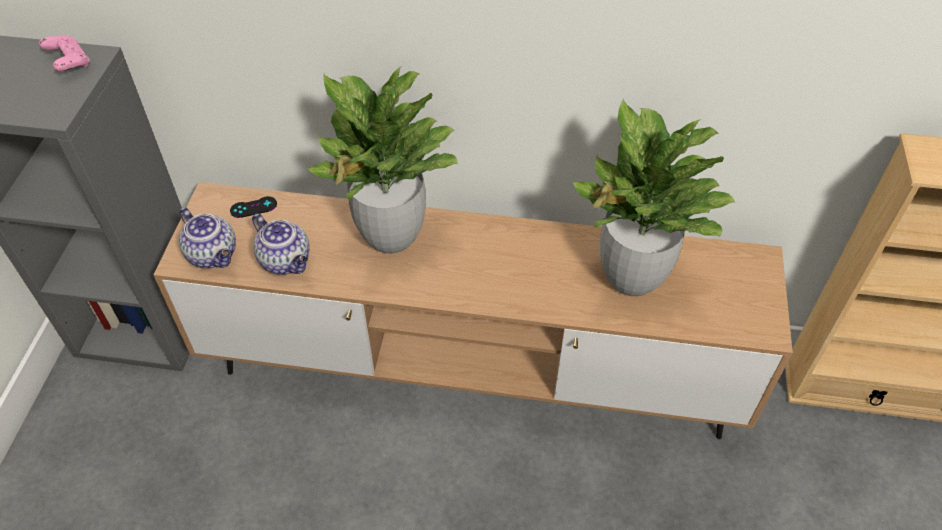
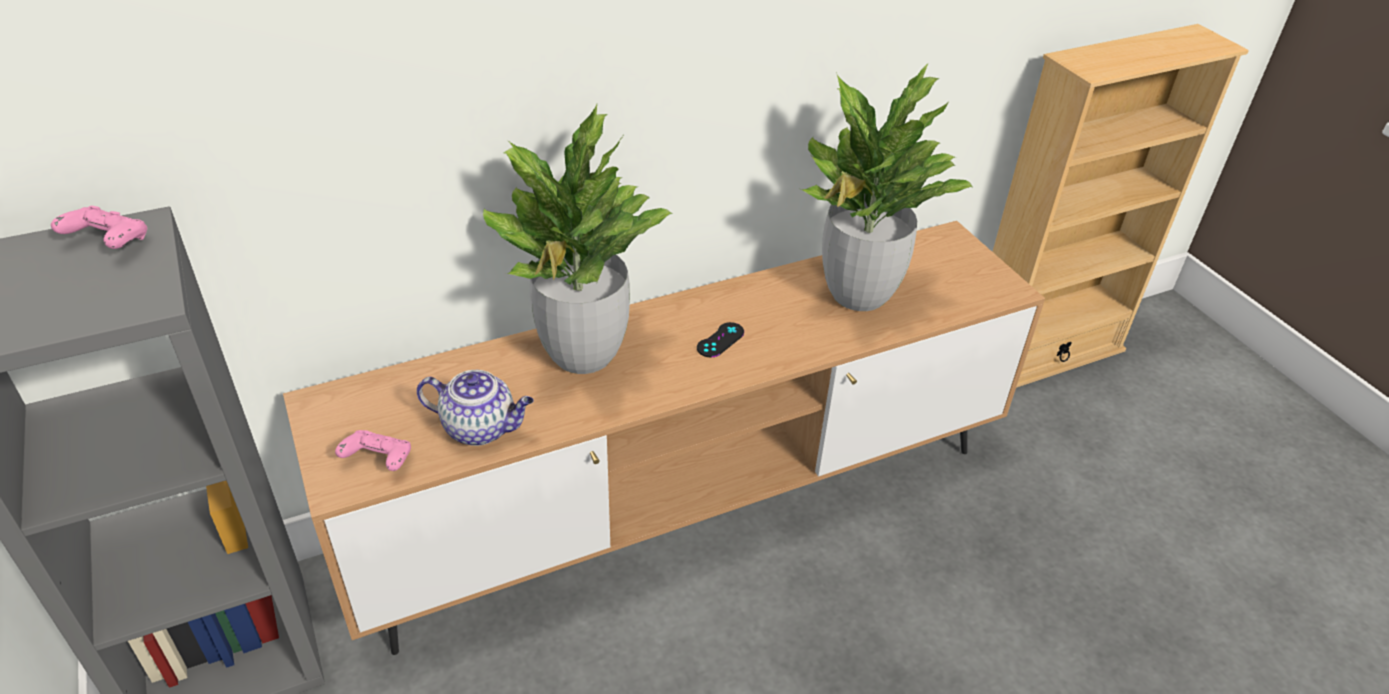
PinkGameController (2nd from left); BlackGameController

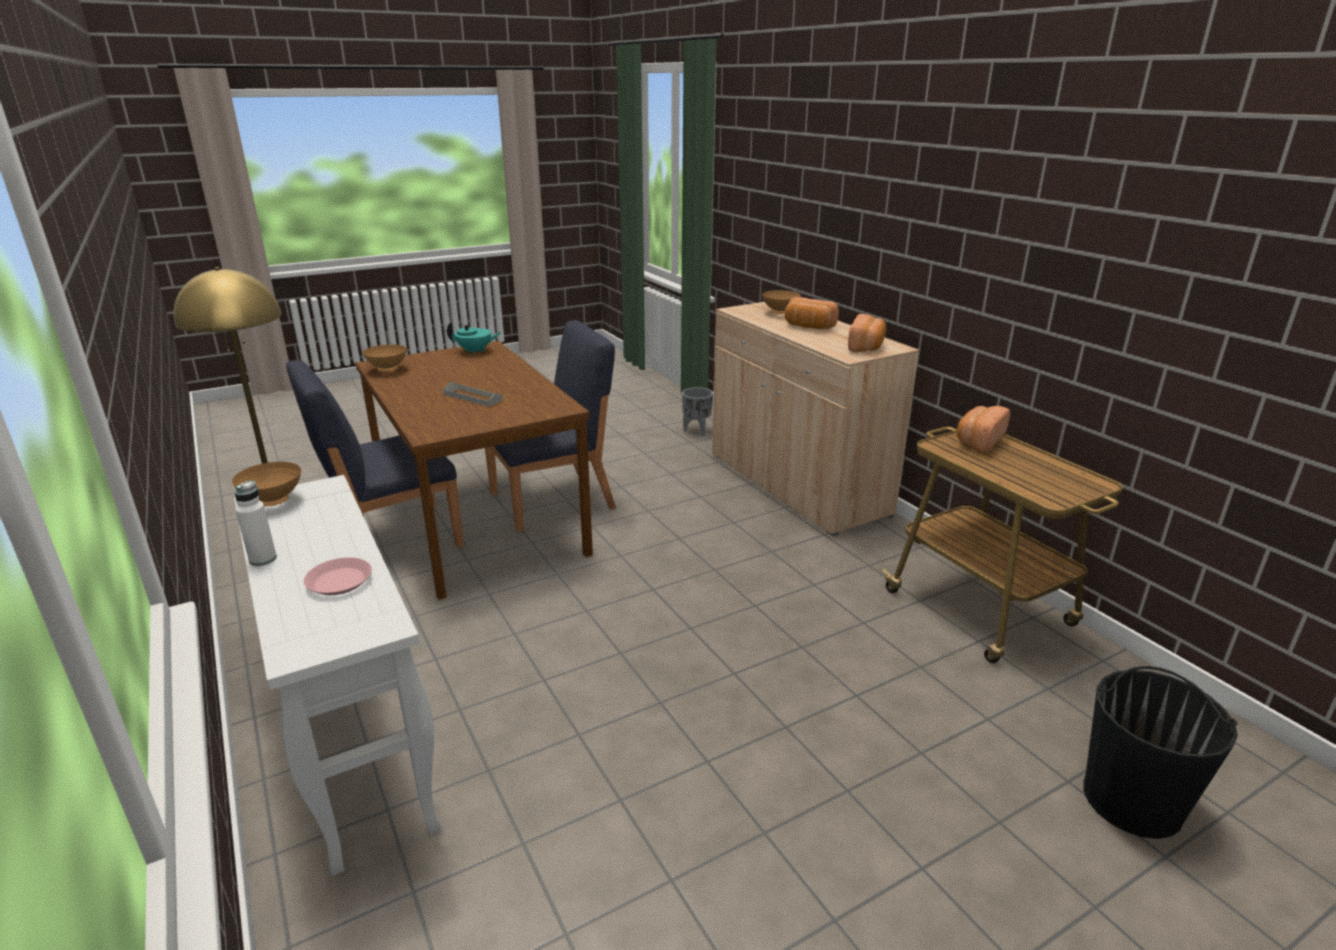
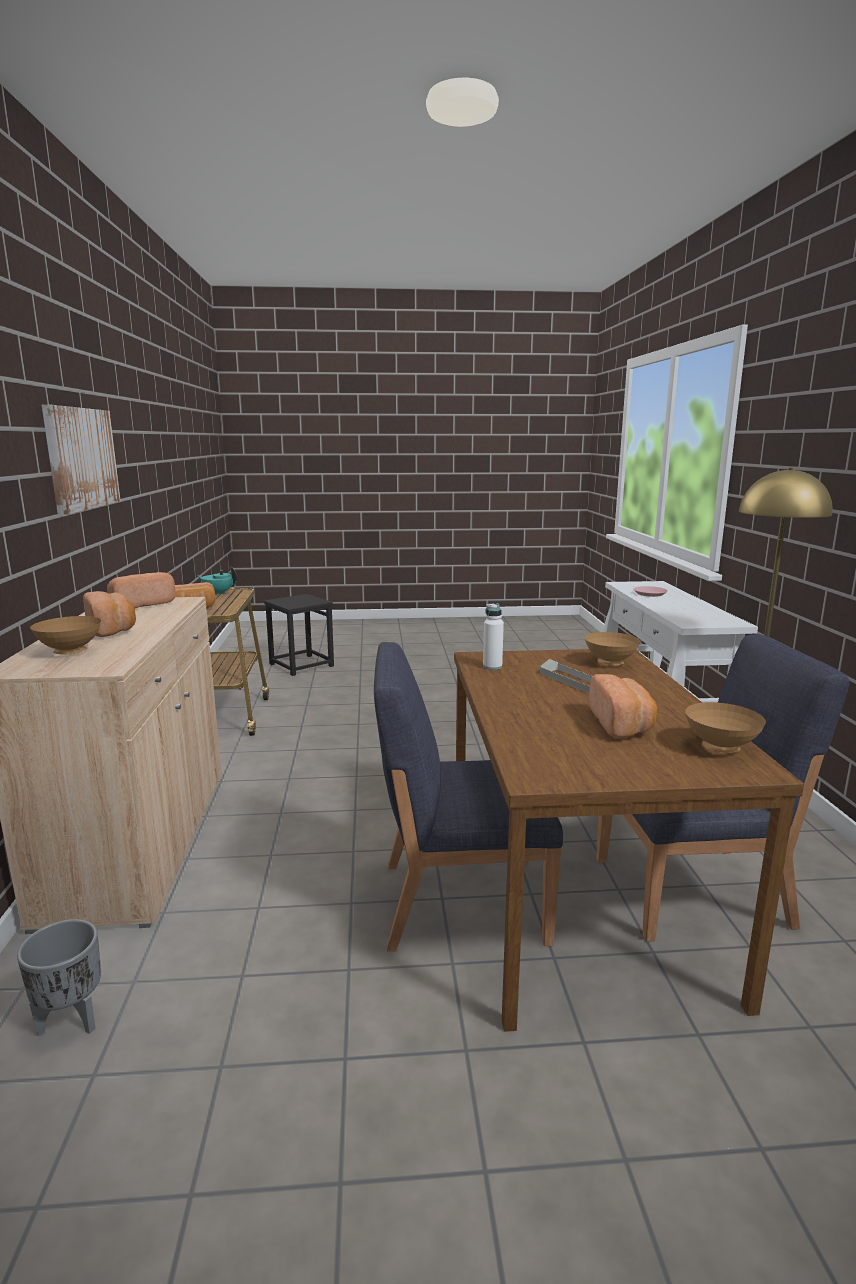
BrownBowl (2nd from left); WhiteBottle; TurquoiseTeapot; BlackStool; Picture; Bread (4th from left)

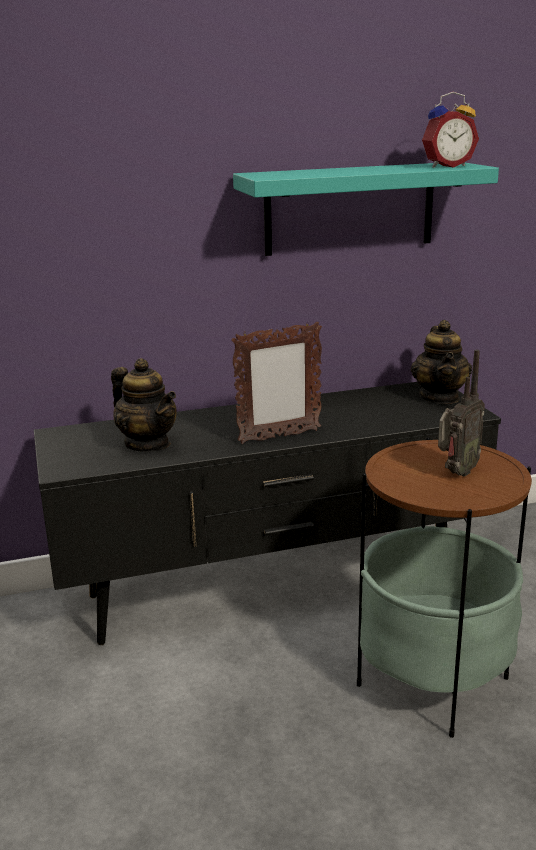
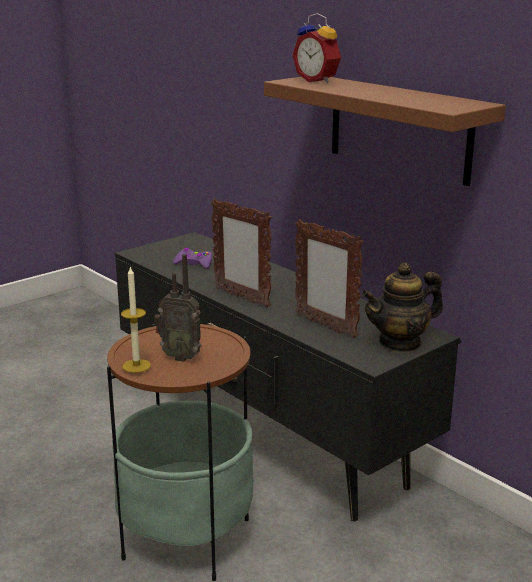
PurpleGameController; BrownShelf; AlarmClock; Candle; PictureFrame (2nd from left)

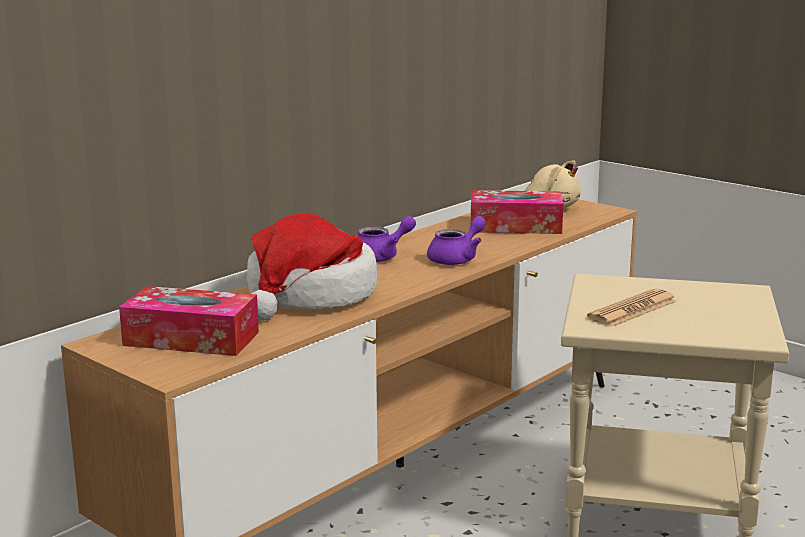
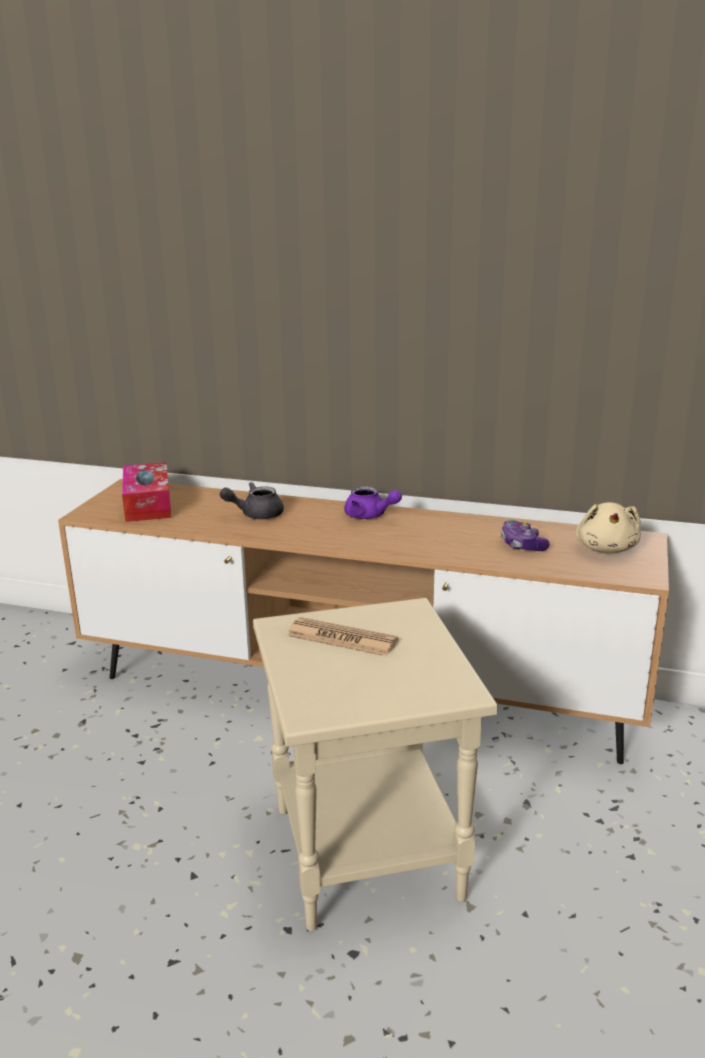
GreyTeapot; PurpleTeapot (2nd from left in the first image); GameController

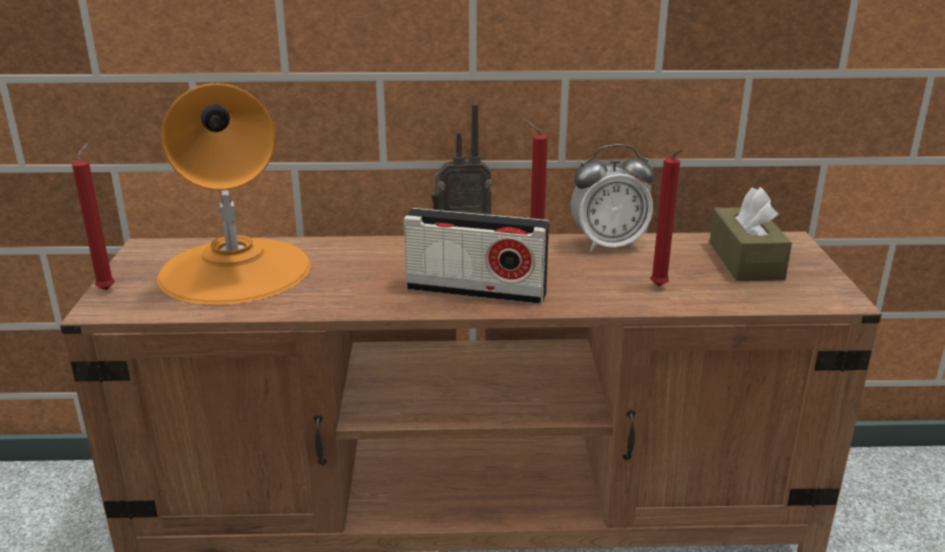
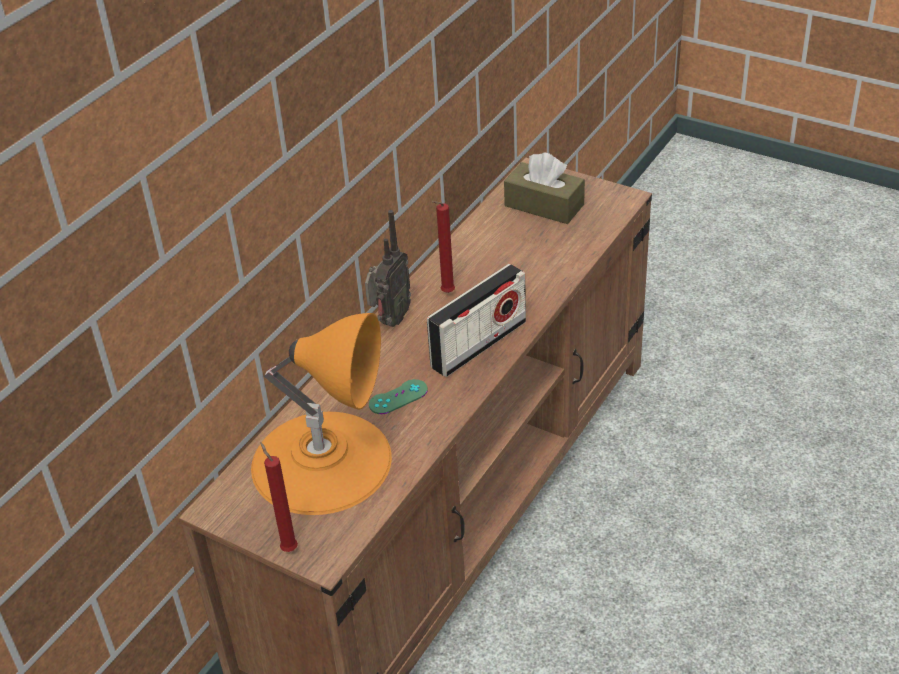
AlarmClock; RedCandle (3rd from left in the first image); GreenGameController

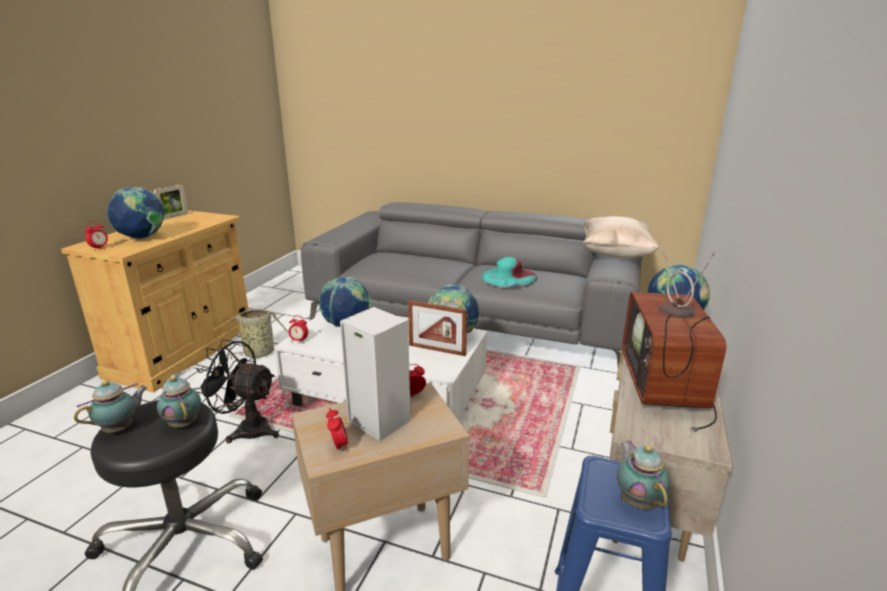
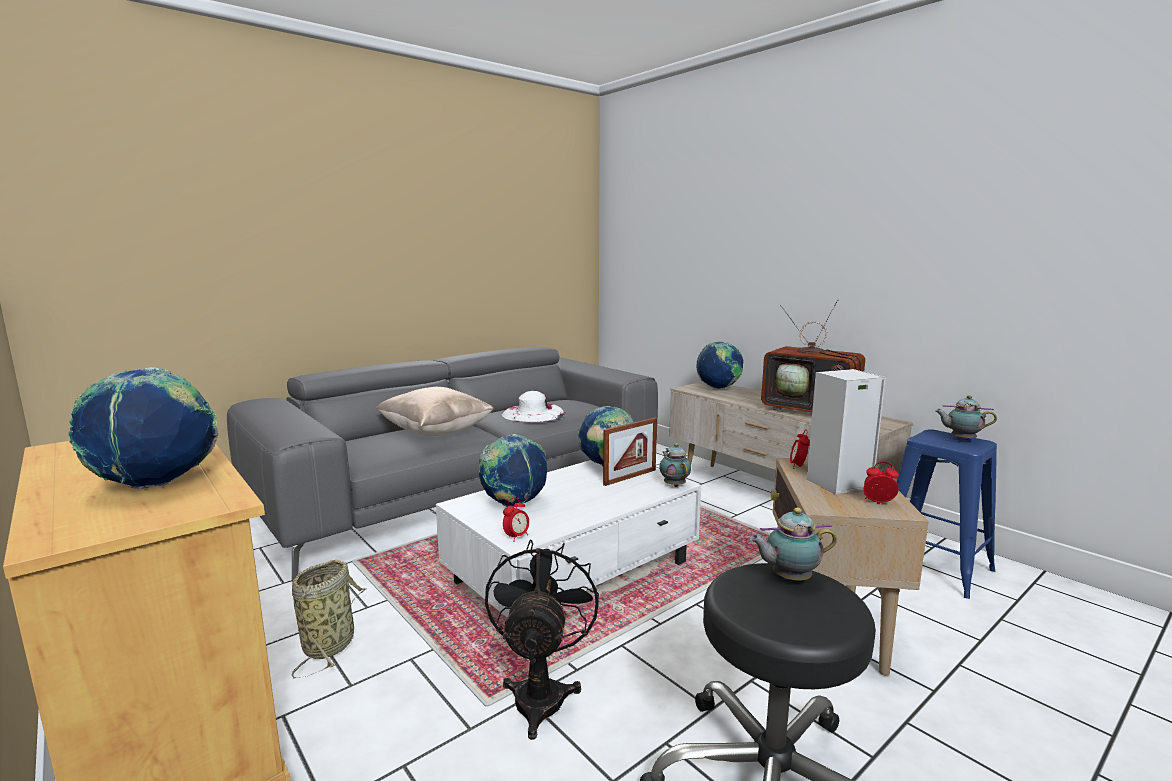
Teapot (1st from left); AlarmClock (1st from left in the first image); PictureFrame (1st from left in the first image); BlackFan; WhiteHat; BeigePillow

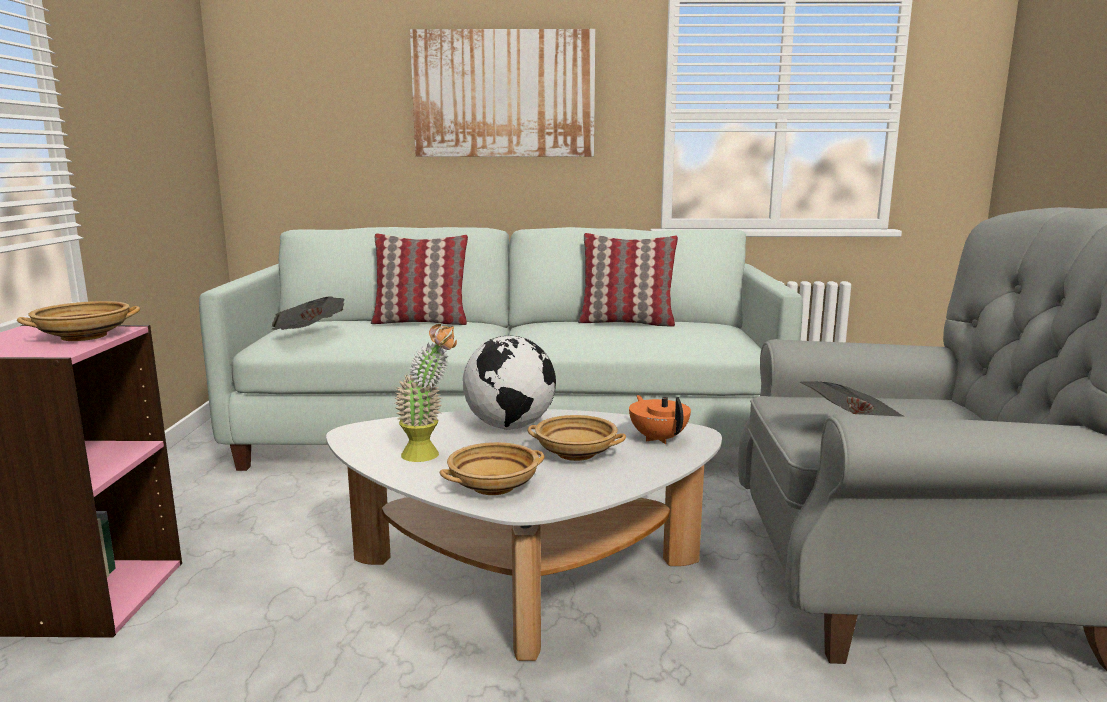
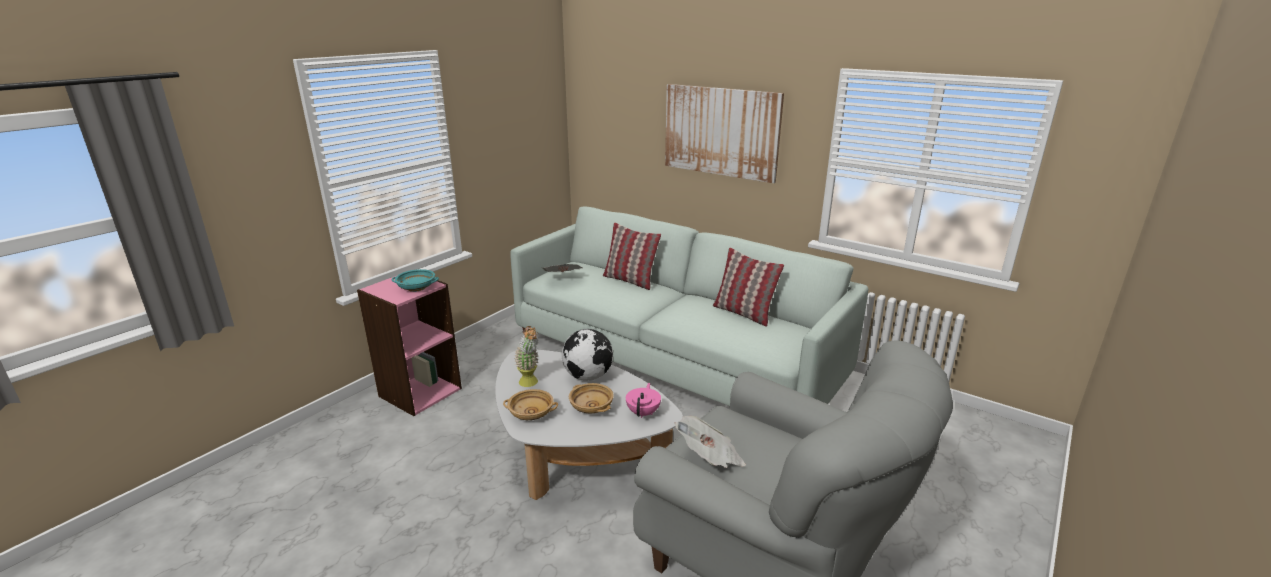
TurquoiseBowl; PinkTeapot

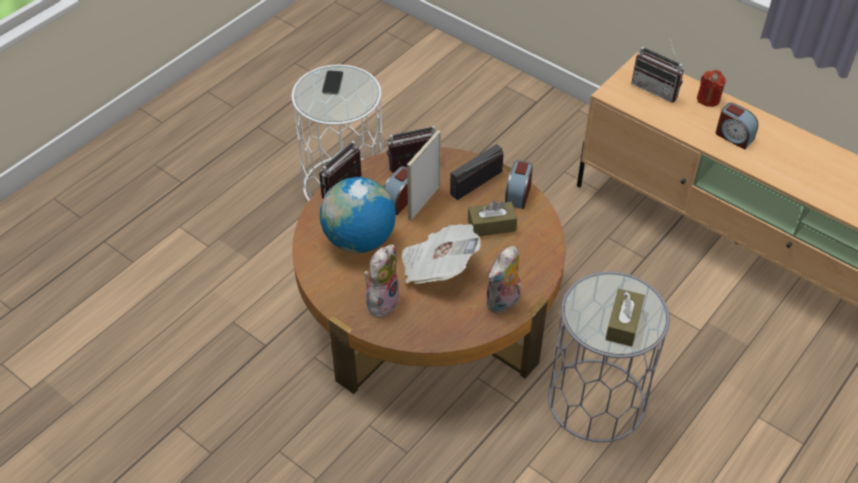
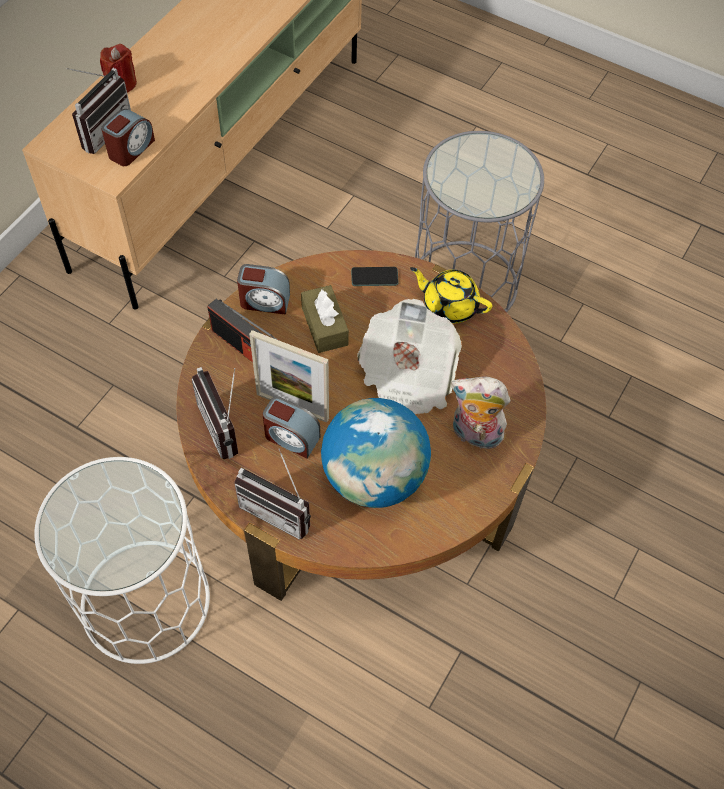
Phone; YellowTeapot; BrownTissueBox (2nd from left in the first image); AlarmClock (1st from left)

